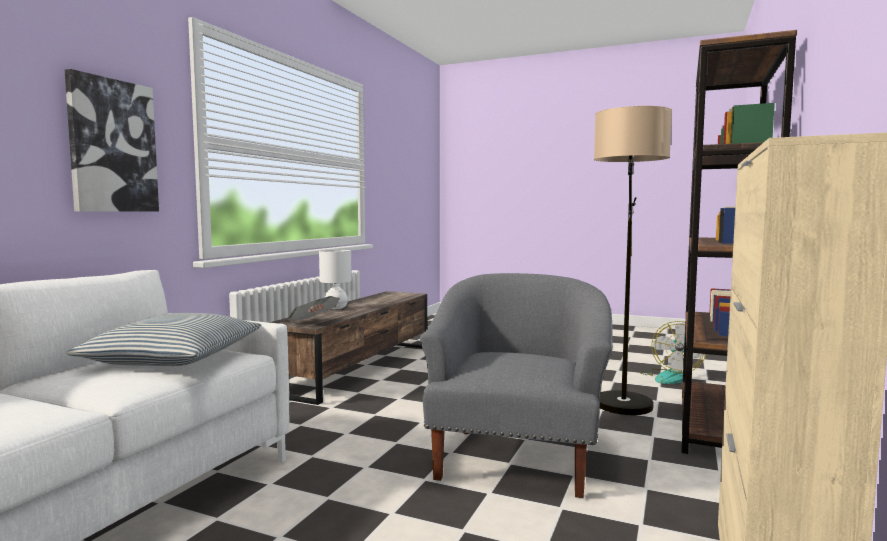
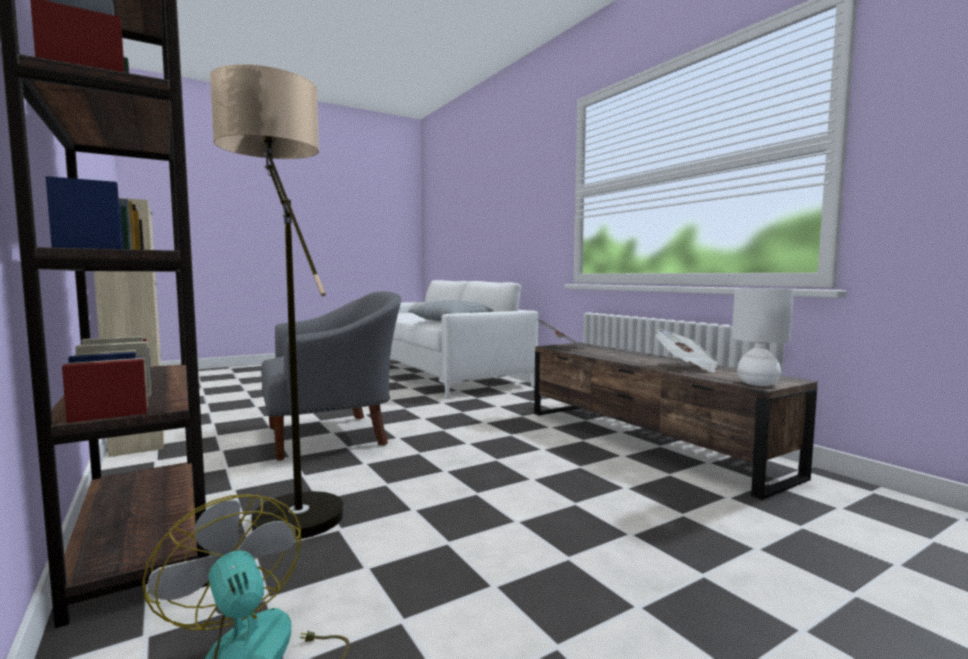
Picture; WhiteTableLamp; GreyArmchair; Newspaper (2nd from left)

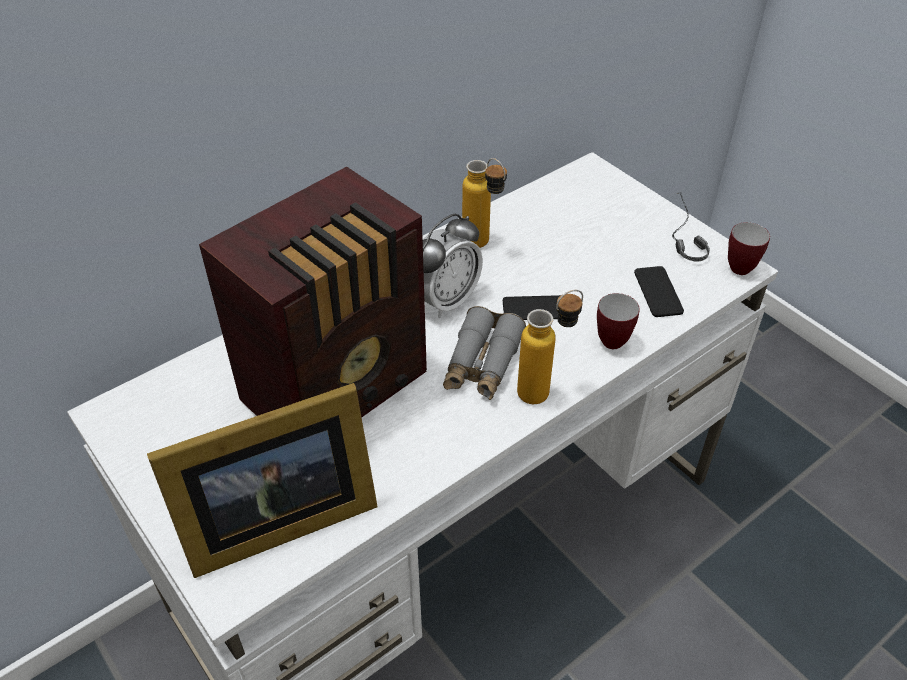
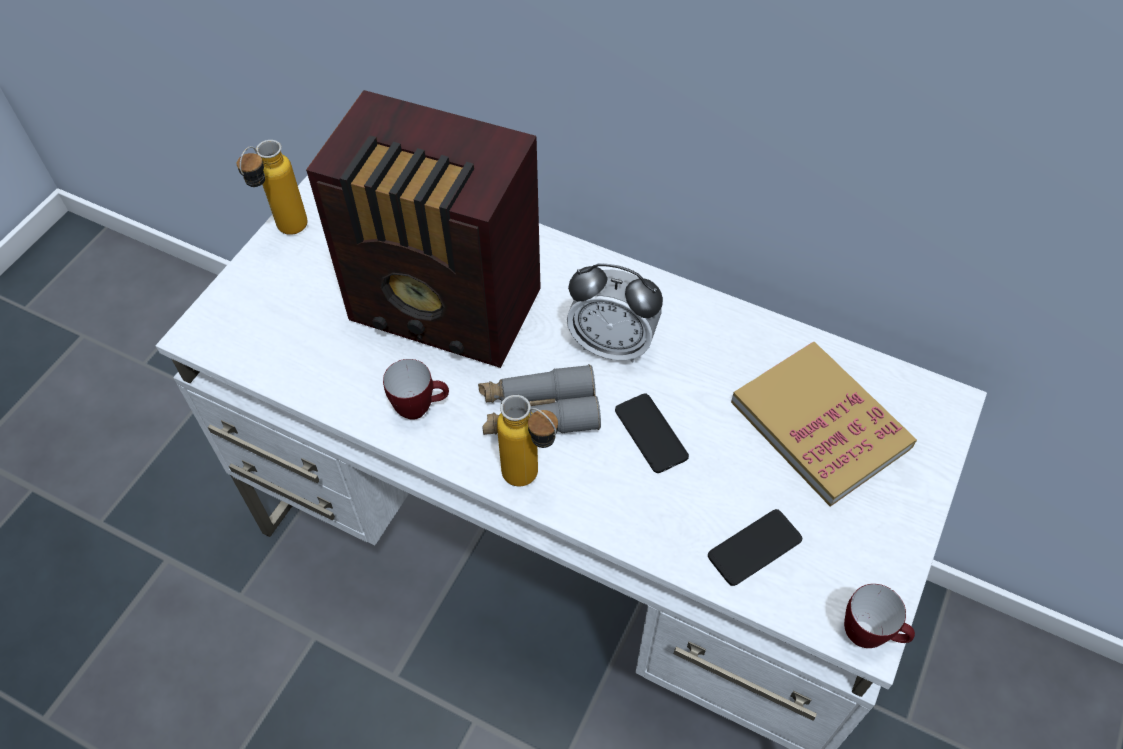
PictureFrame; Bottle (1st from left); Mug (1st from left); Headphones; Book

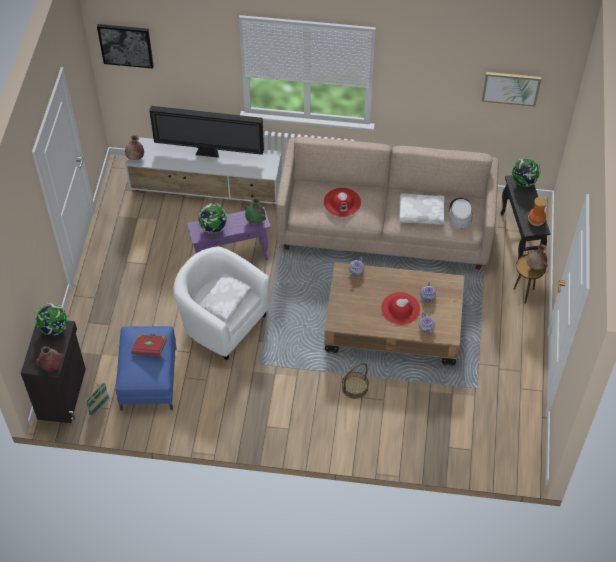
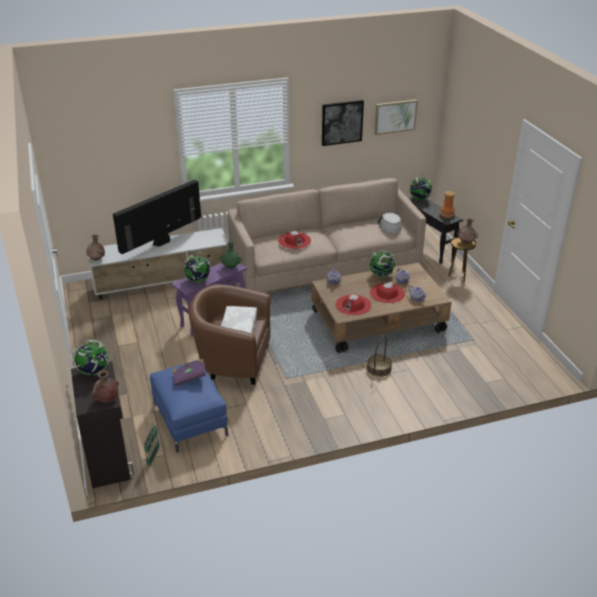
Picture (1st from left); PurpleBook; Television; BrownArmchair; WhitePillow (2nd from left in the first image); RedHat (2nd from left); Globe (3rd from left)

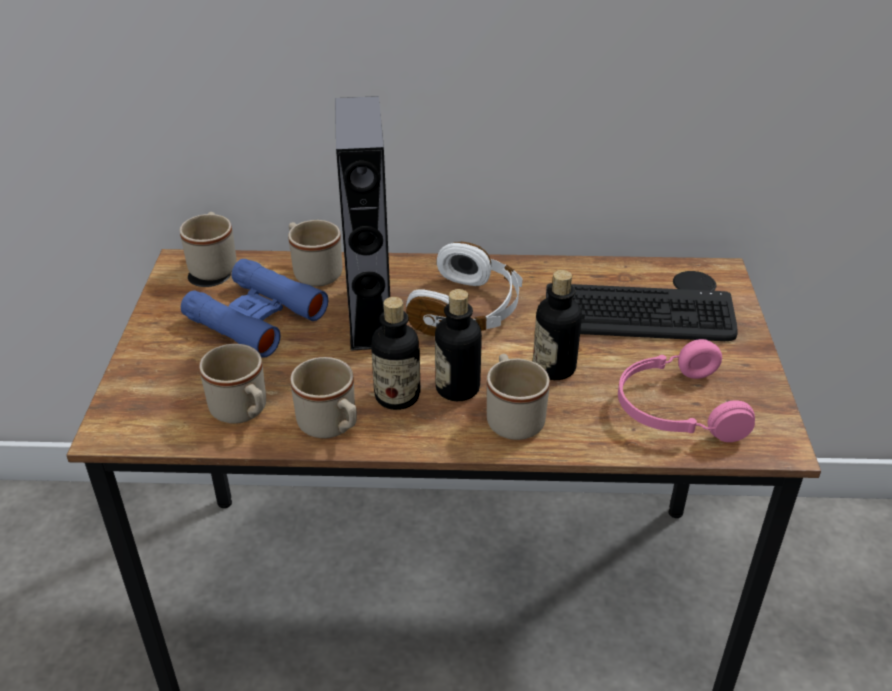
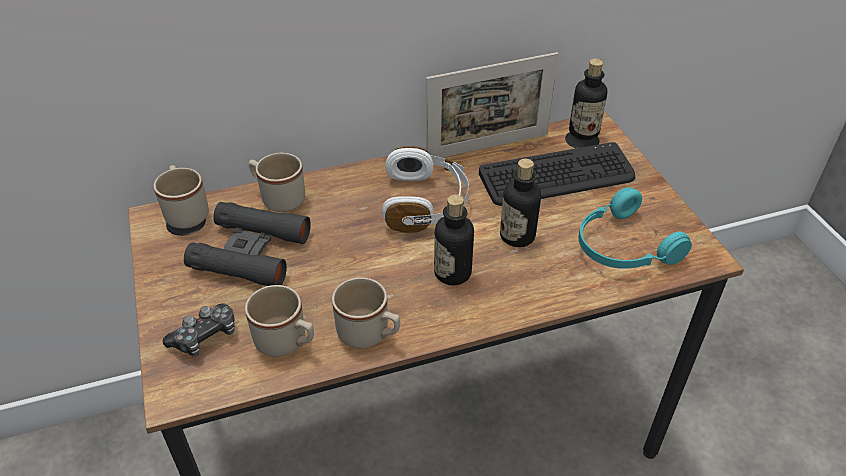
BlackBinoculars; GreySpeaker; Bottle (3rd from left); BeigeMug (5th from left in the first image); TurquoiseHeadphones; GameController; PictureFrame

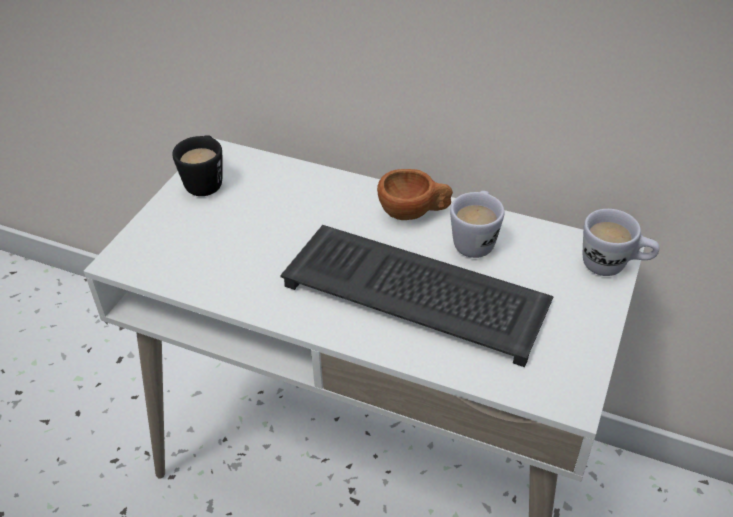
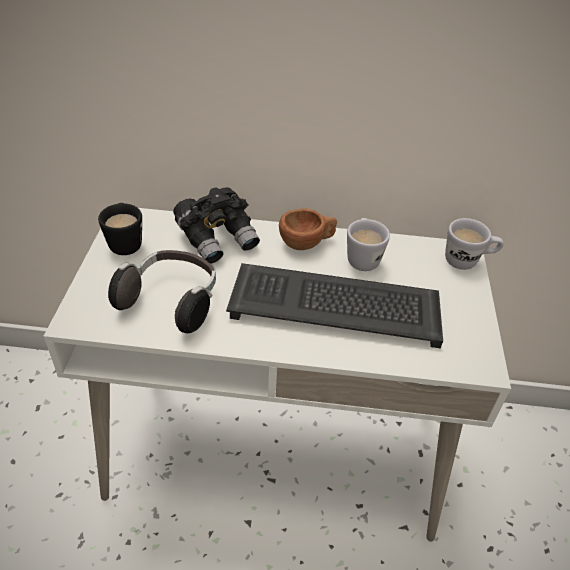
Headphones; BlackBinoculars

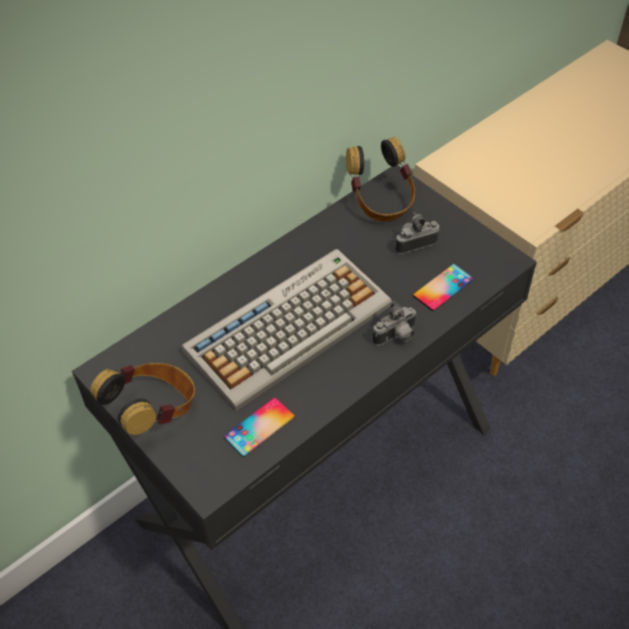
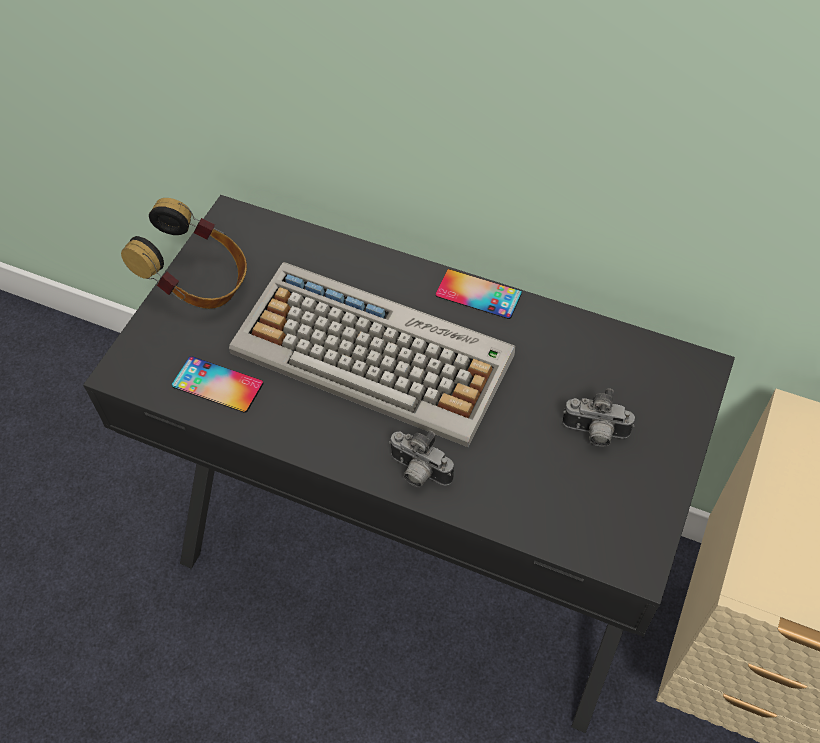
Headphones (2nd from left in the first image); PhotoCamera (2nd from left); Phone (2nd from left)

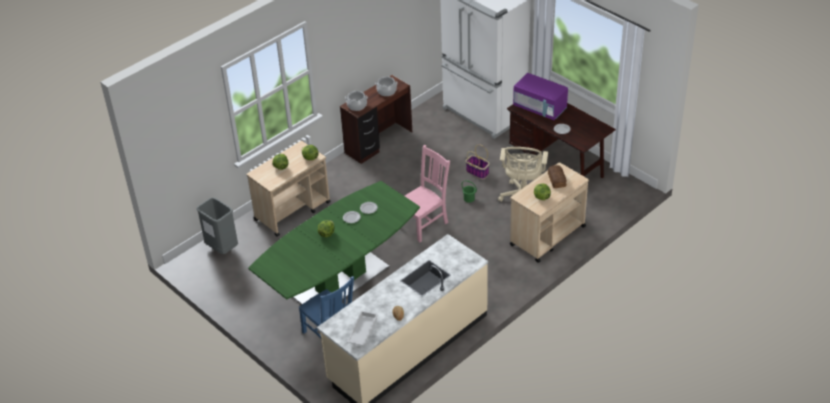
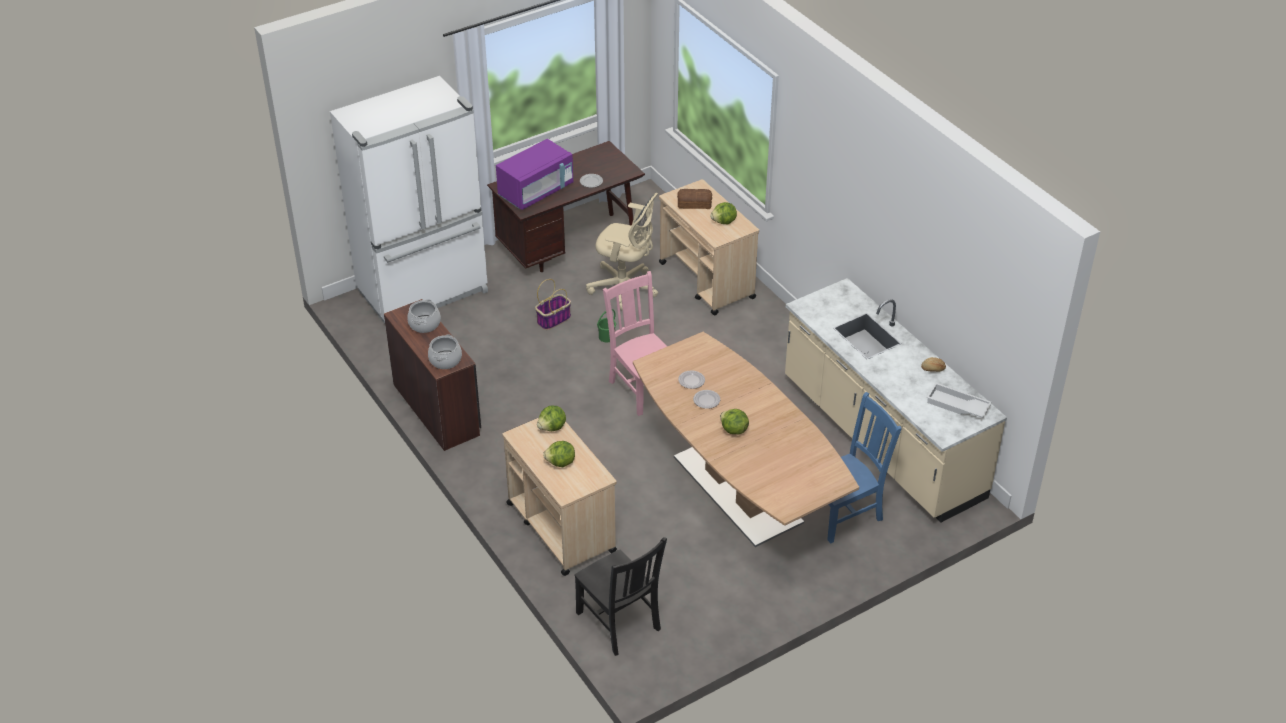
BlackChair; BrownDiningTable

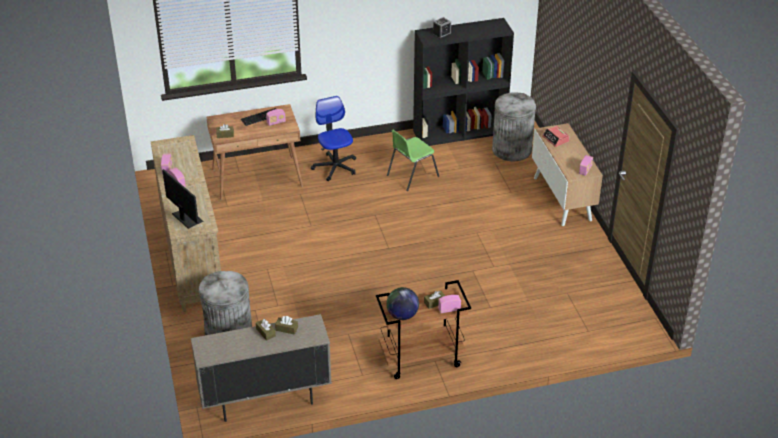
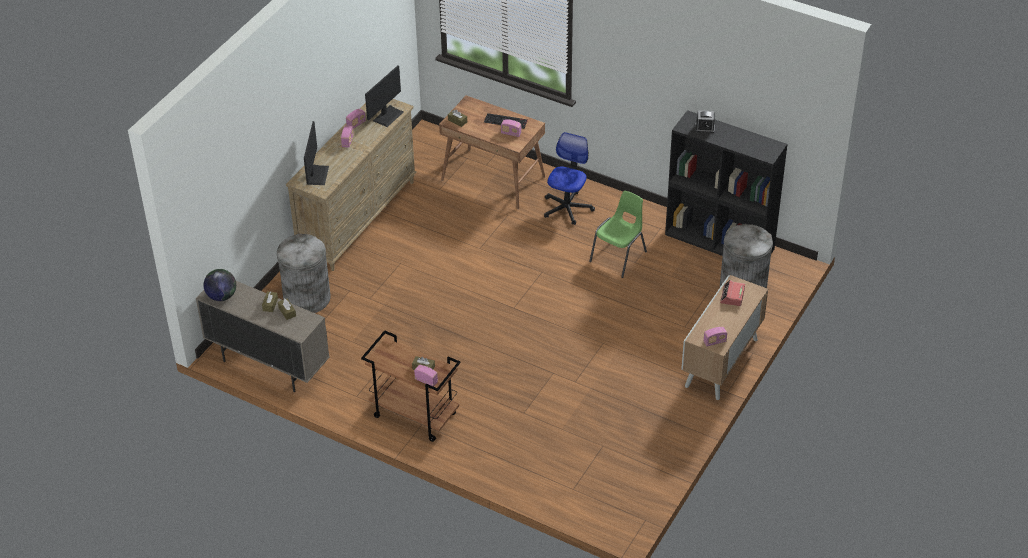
Globe; GreenChair; Monitor (2nd from left)

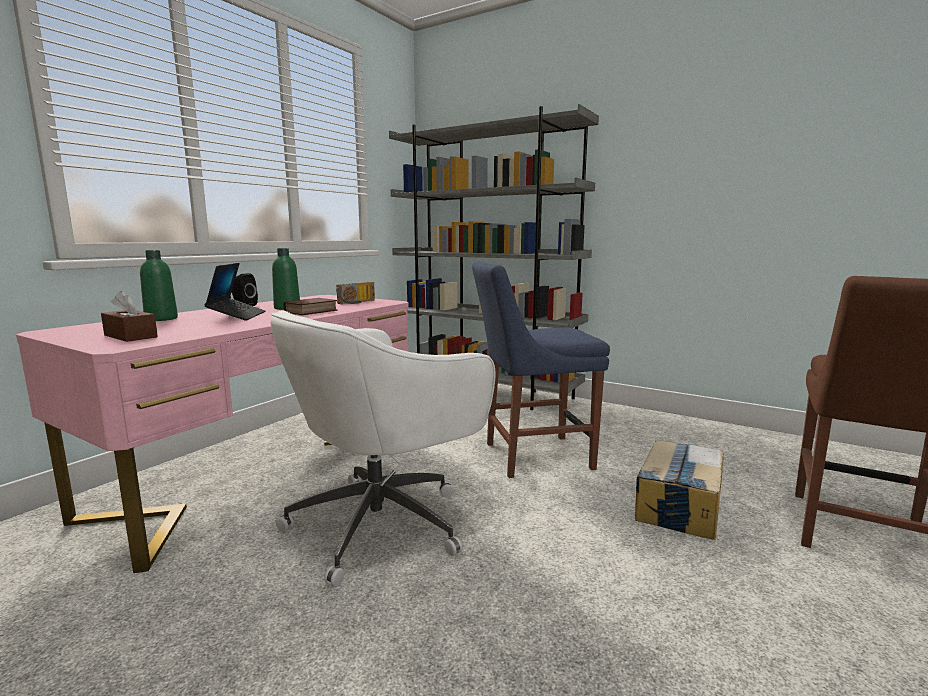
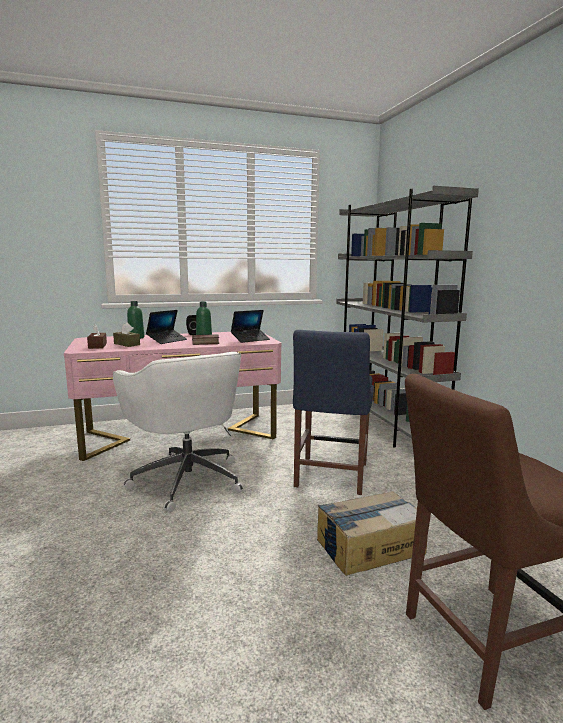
WhiteOfficeChair; Laptop (2nd from left); BlueChair; BrownTissueBox (2nd from left)

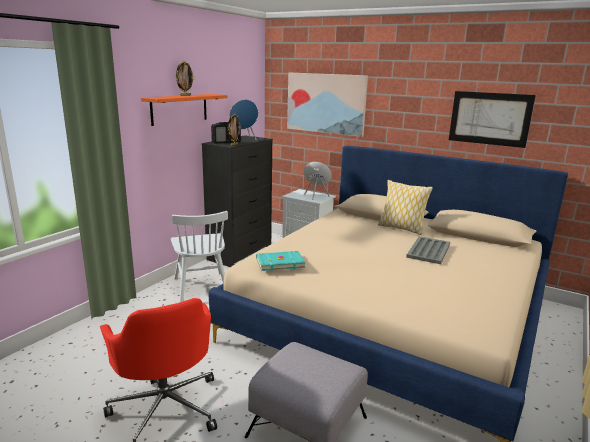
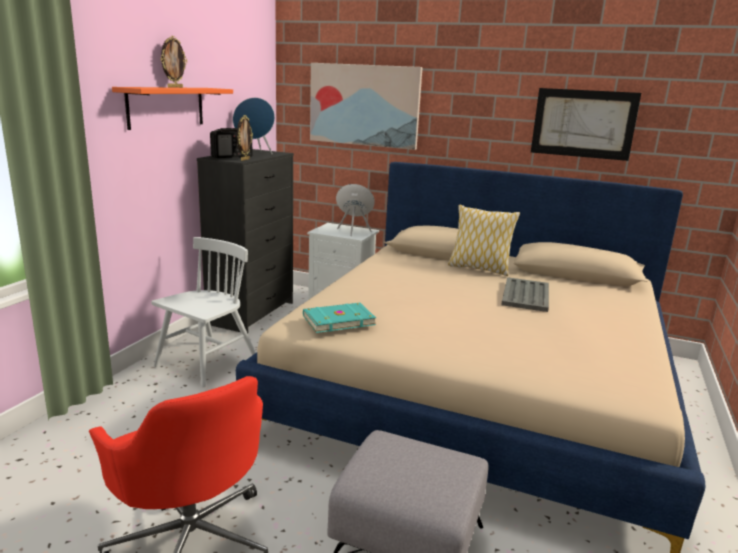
WhiteChair

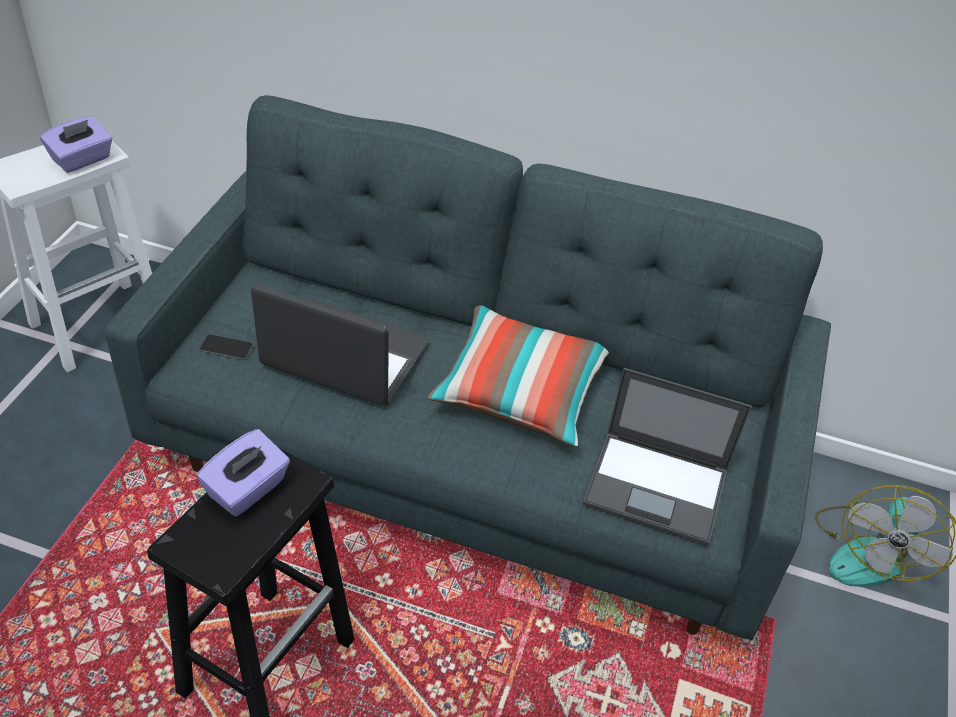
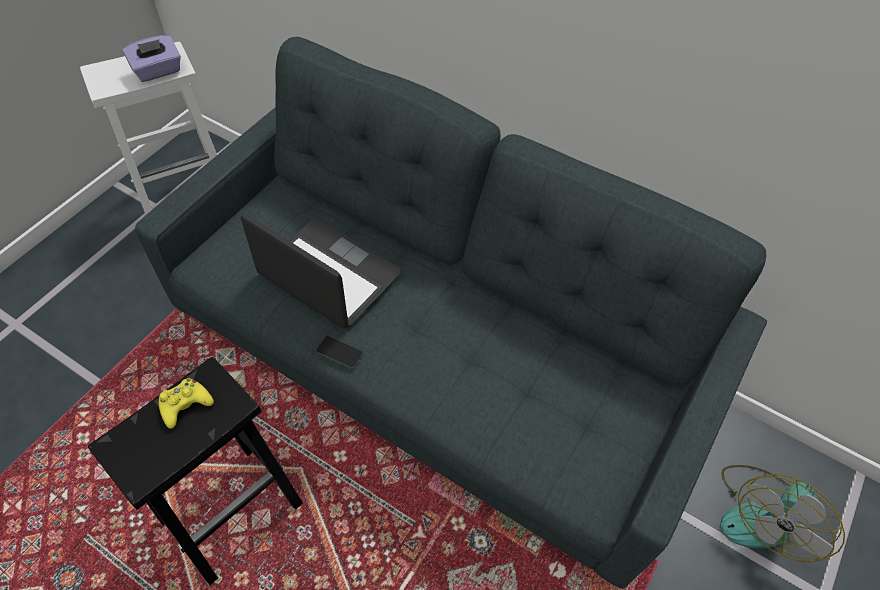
YellowGameController; Phone; Pillow; Laptop (2nd from left in the first image)

